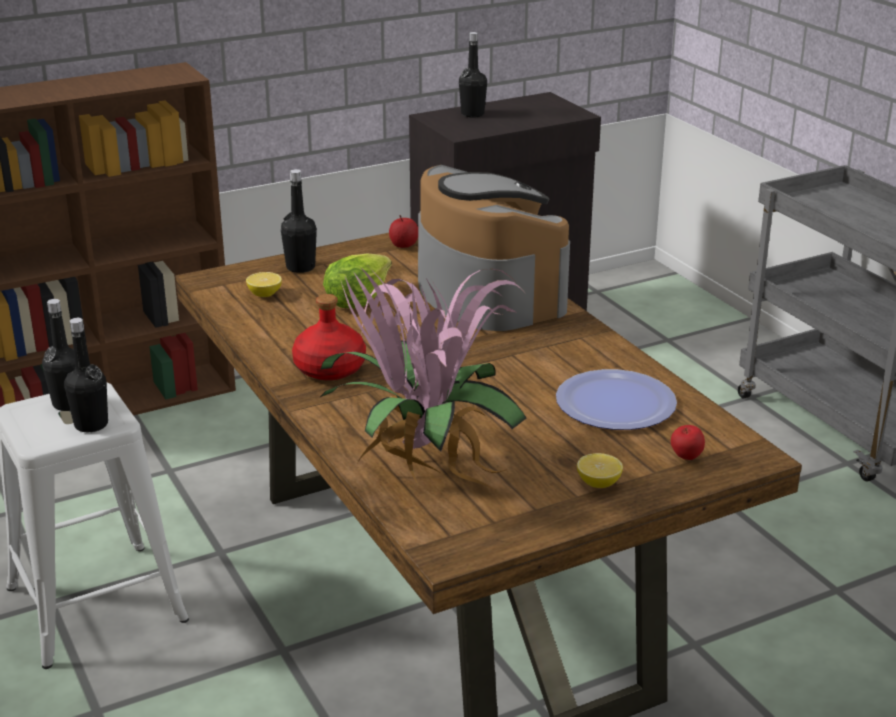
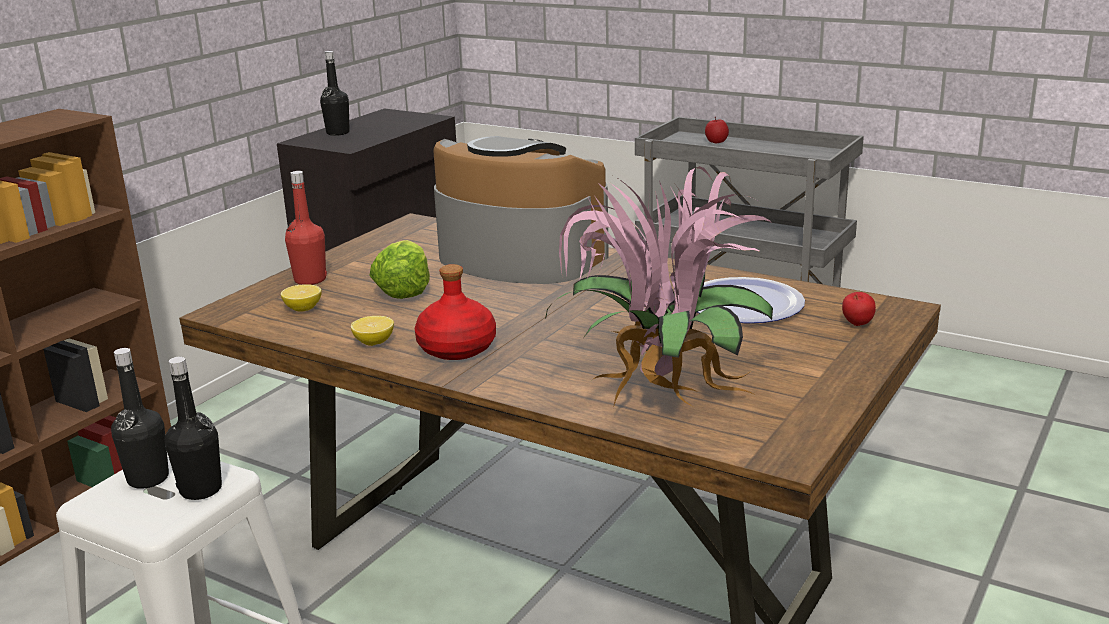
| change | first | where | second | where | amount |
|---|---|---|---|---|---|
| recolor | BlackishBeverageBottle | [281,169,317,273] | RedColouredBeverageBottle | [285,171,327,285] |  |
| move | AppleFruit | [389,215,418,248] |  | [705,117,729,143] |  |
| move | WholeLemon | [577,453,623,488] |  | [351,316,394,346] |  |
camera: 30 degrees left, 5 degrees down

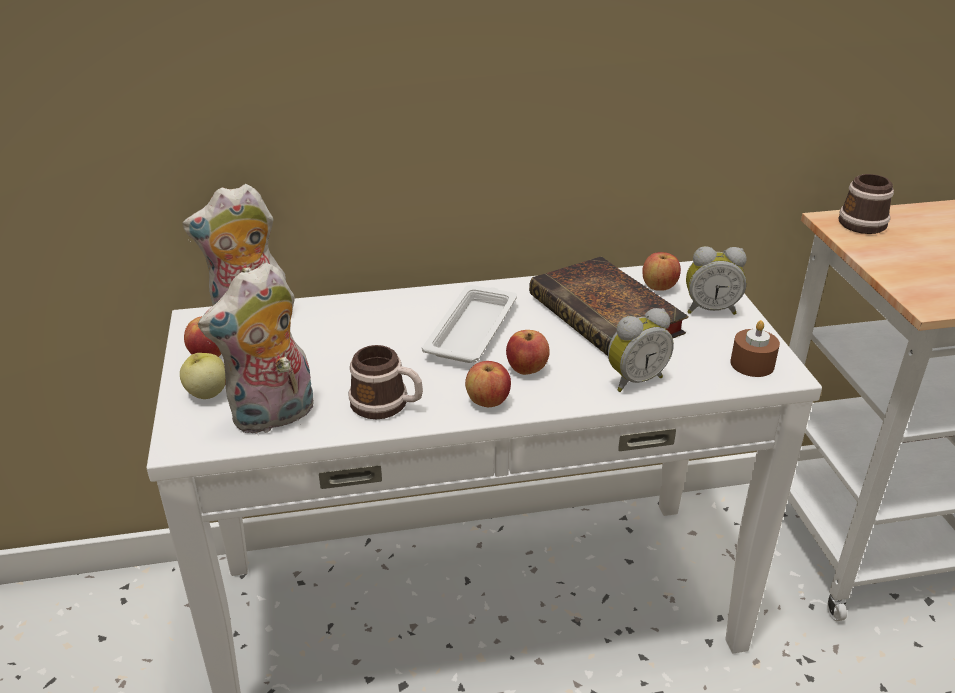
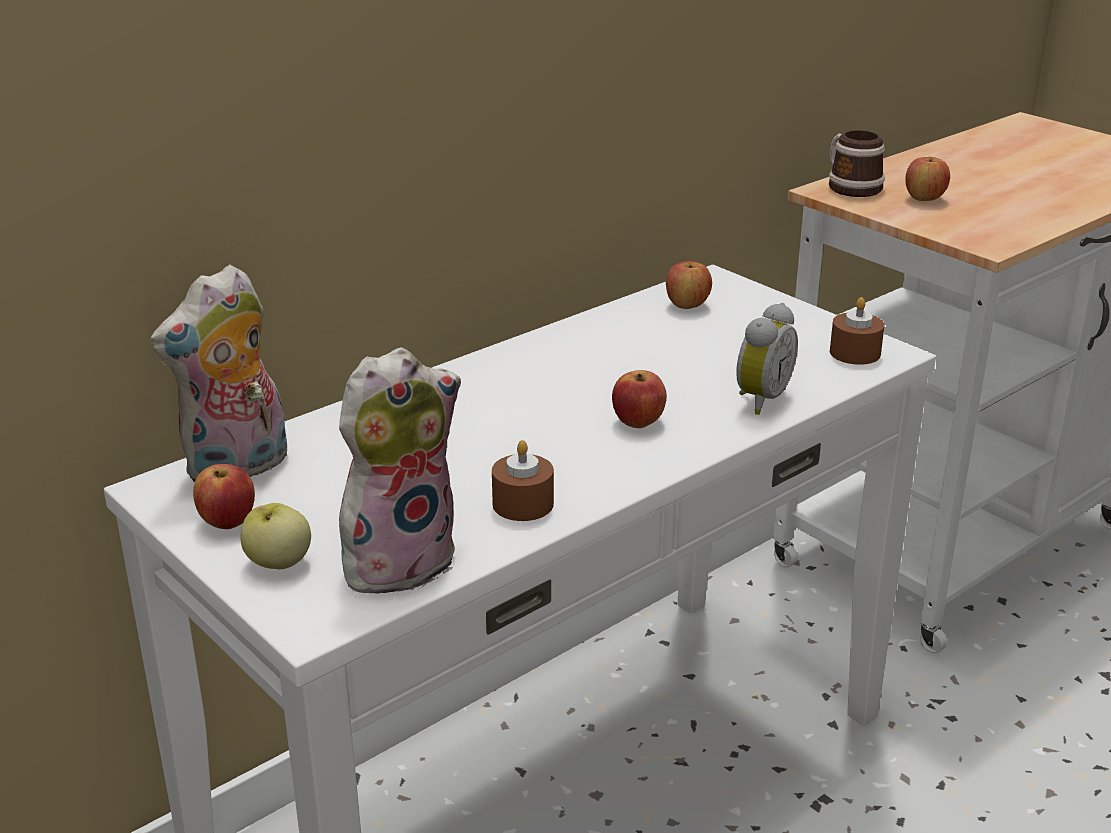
| change | first | where | second | where | amount |
|---|---|---|---|---|---|
| rotate | SoftToy | [198,263,314,434] |  | [339,347,461,599] | 150 degrees counterclockwise |
| replace | TeaMug | [348,345,423,419] | BrownishWaxCandle | [492,440,554,521] |  |
| delete | WhiteServingTray | [422,285,517,363] |  |  |  |
| move | AppleFruit | [465,361,511,407] |  | [905,157,950,201] |  |
| delete | BoundBook | [529,256,689,356] |  |  |  |
| delete | BedsideClock | [686,246,747,315] |  |  |  |
camera: 30 degrees left, 5 degrees down

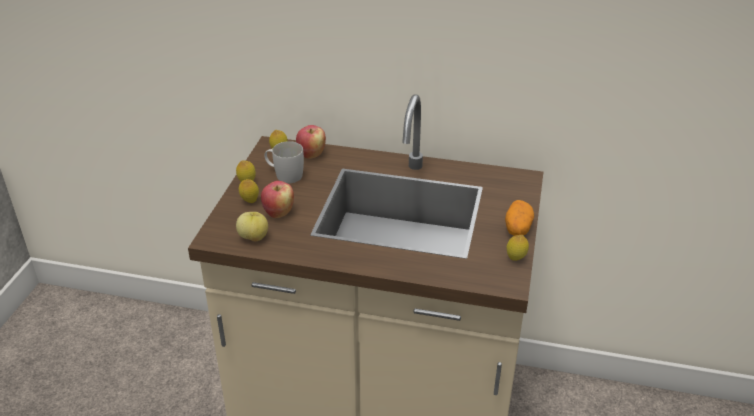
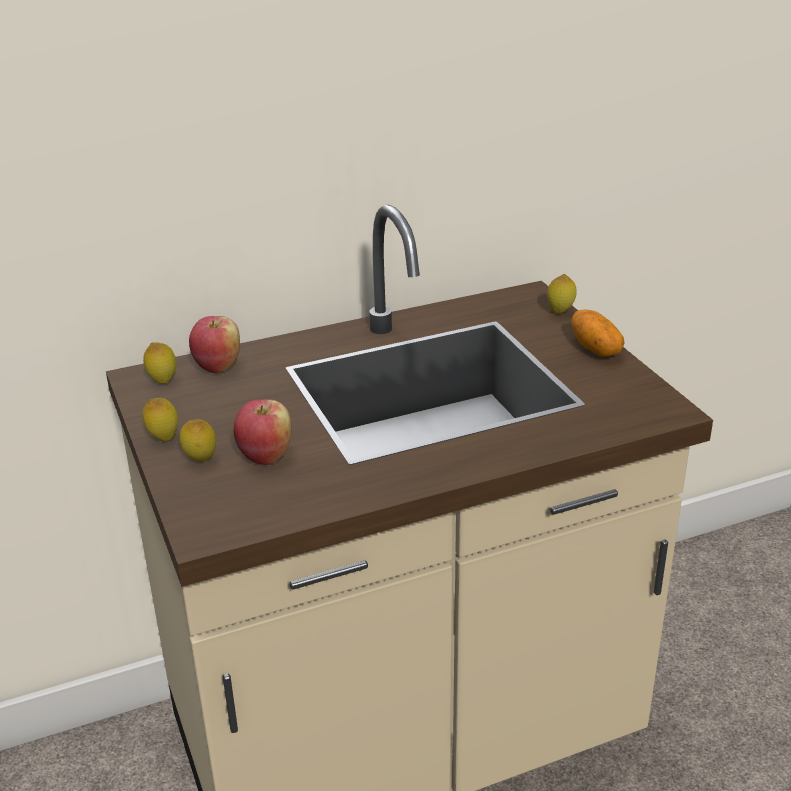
| change | first | where | second | where | amount |
|---|---|---|---|---|---|
| delete | AppleFruit | [236,212,268,241] |  |  |  |
| delete | WhiteTeaMug | [264,141,304,183] |  |  |  |
| move | WholeLemon | [506,235,529,261] |  | [547,274,577,313] |  |
camera: 35 degrees left, 5 degrees down

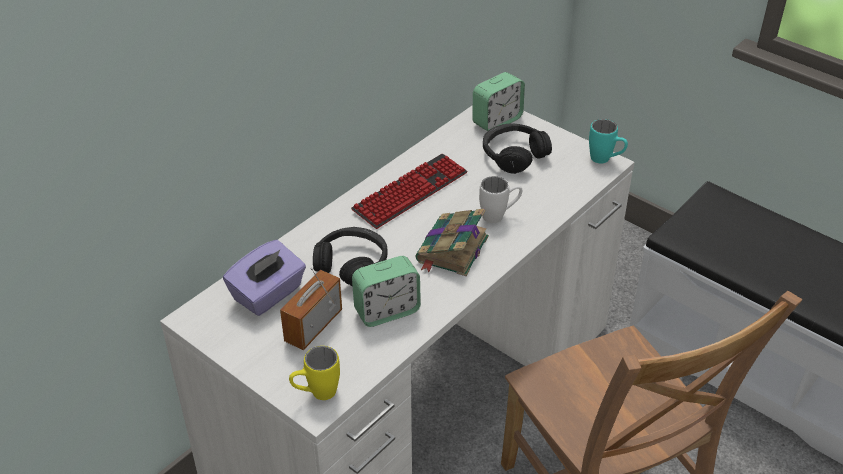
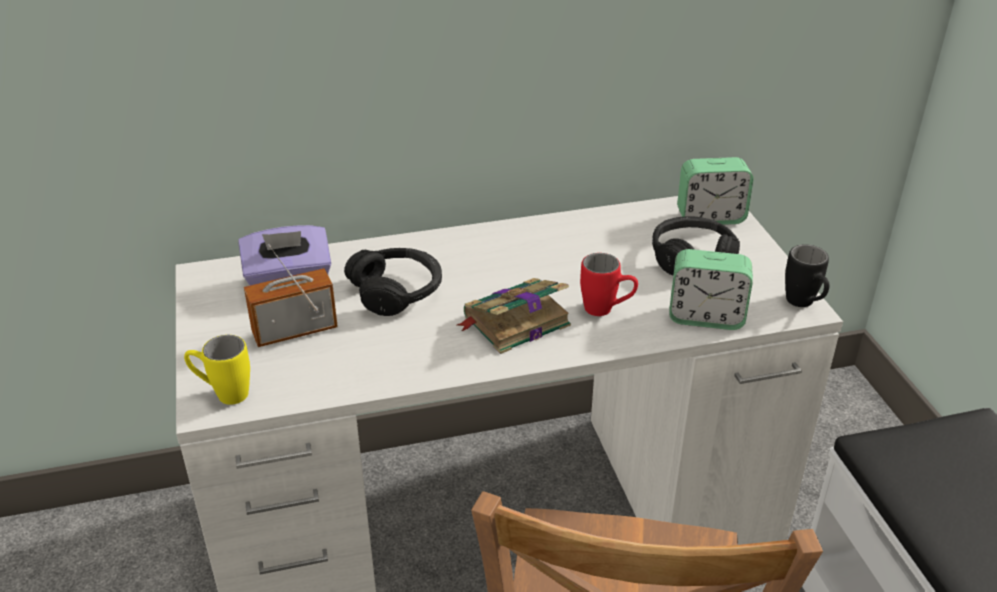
| change | first | where | second | where | amount |
|---|---|---|---|---|---|
| delete | ComputerKeyboard | [351,154,467,229] |  |  |  |
| move | BedsideClock | [352,256,421,327] |  | [669,249,753,330] |  |
| recolor | WhiteTeaMug | [479,176,522,223] | RedColouredTeaMug | [580,253,638,316] |  |
| recolor | TurquoiseColouredTeaMug | [589,119,628,163] | BlackishTeaMug | [785,245,830,307] |  |
camera: 35 degrees right, 5 degrees down

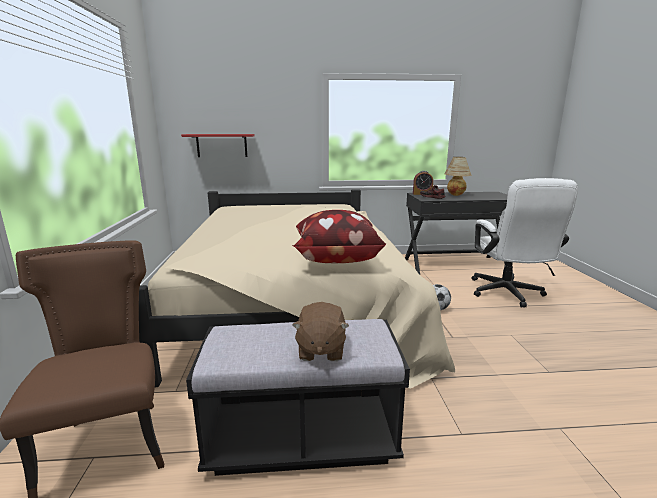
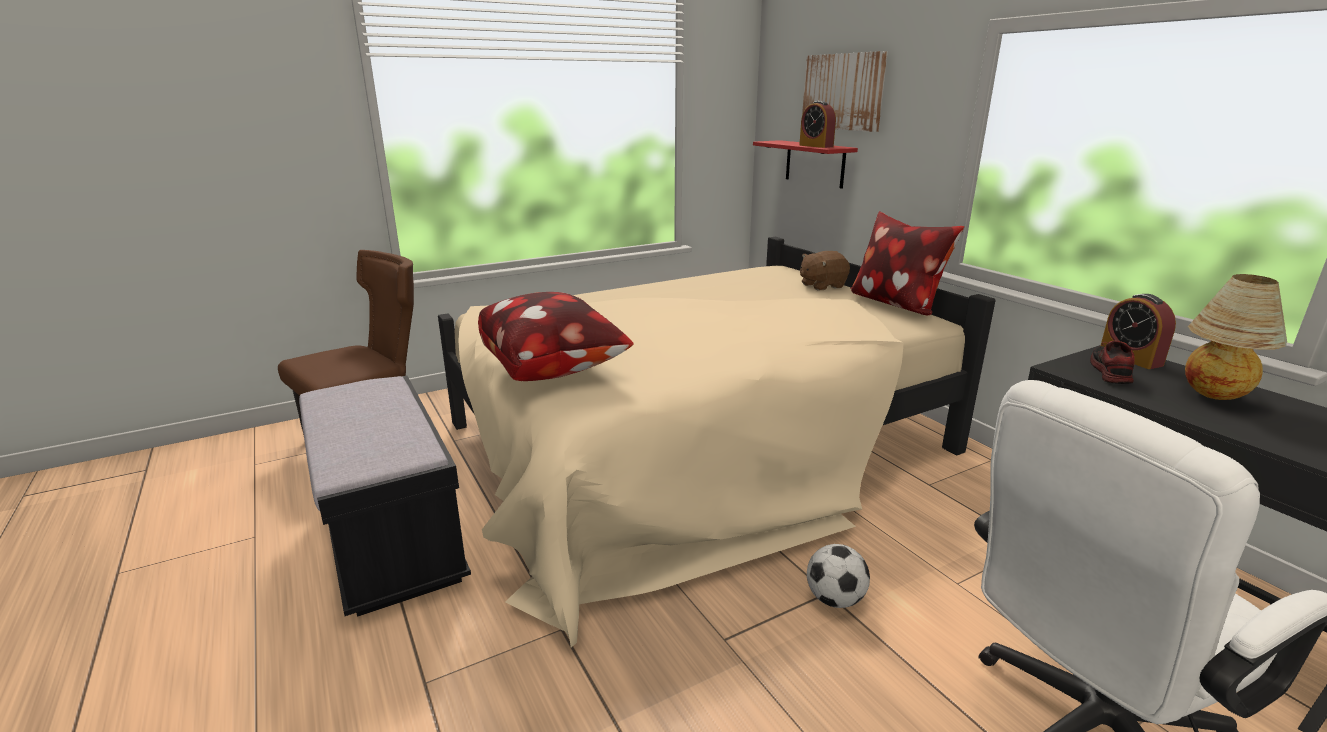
| change | first | where | second | where | amount |
|---|---|---|---|---|---|
| move | BrownishSoftToy | [292,302,349,361] |  | [800,251,850,291] |  |
| insert |  |  | BedsideClock | [799,101,836,148] |  |
| insert |  |  | WallPicture | [802,51,888,132] |  |
| insert |  |  | Pillow | [850,211,964,315] |  |
camera: 65 degrees right, 5 degrees up

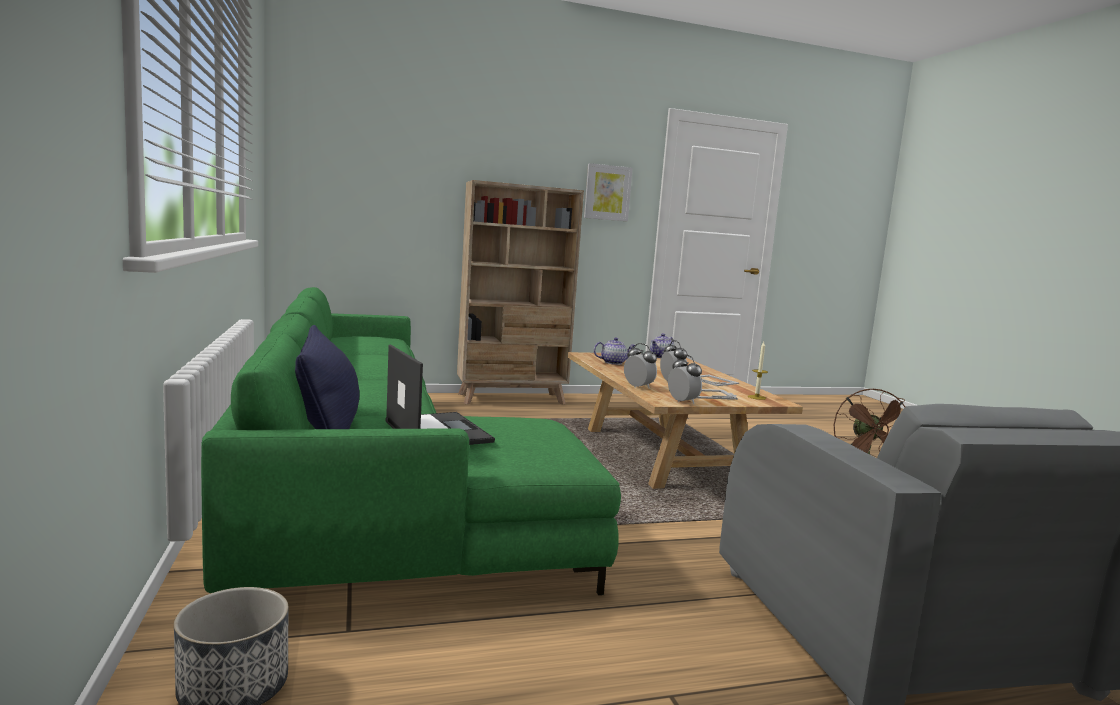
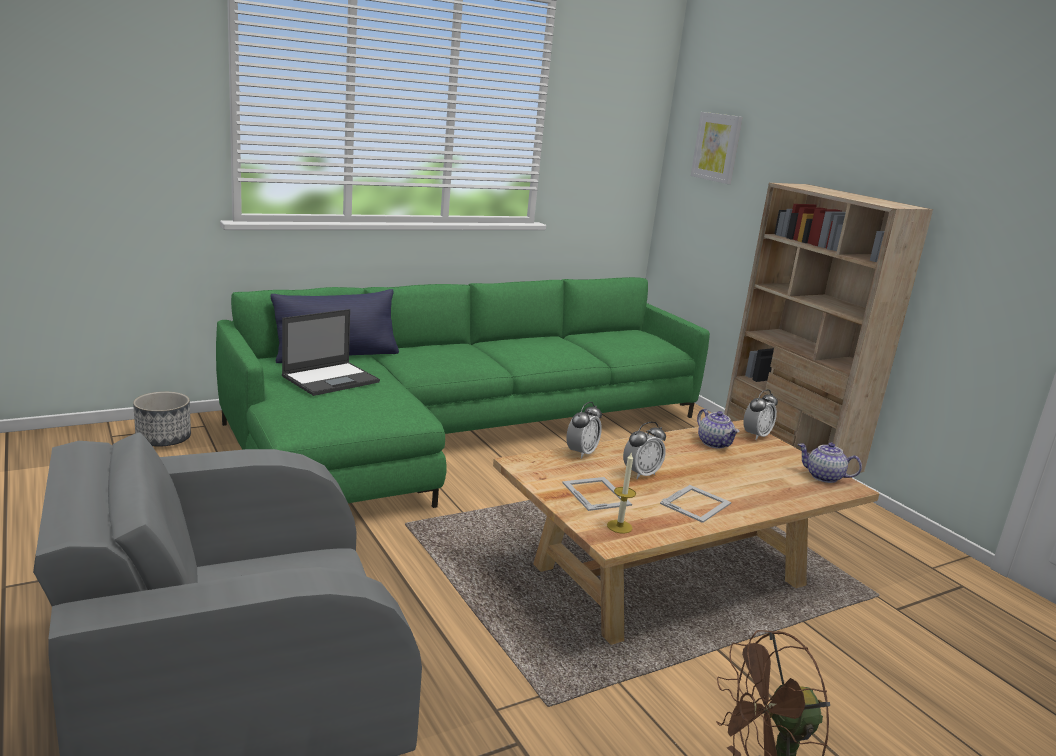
| change | first | where | second | where | amount |
|---|---|---|---|---|---|
| move | WallPicture | [584,163,633,221] |  | [691,112,743,184] |  |
| move | BedsideClock | [668,355,702,404] |  | [743,389,778,440] |  |
camera: 75 degrees right, 10 degrees up

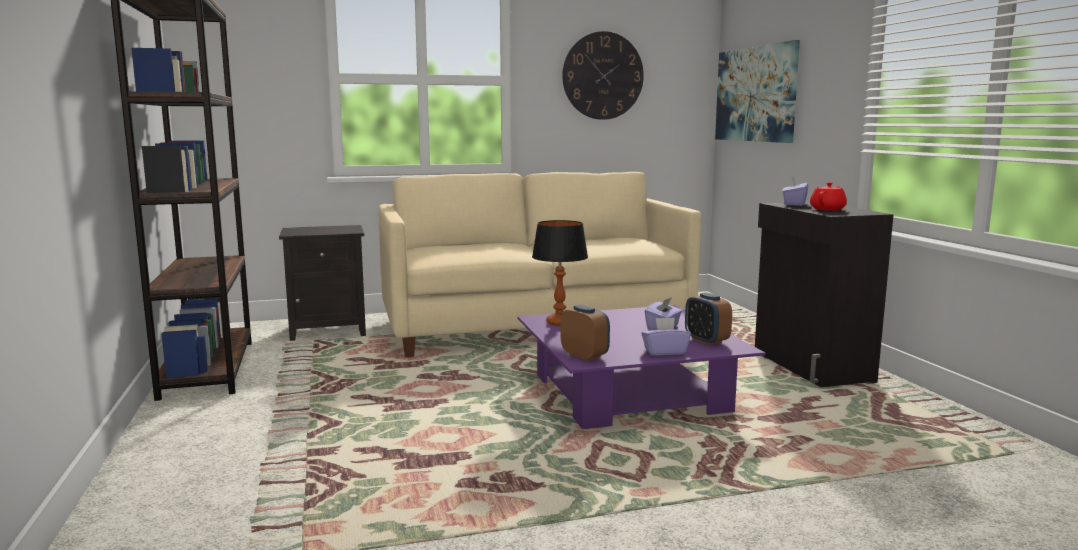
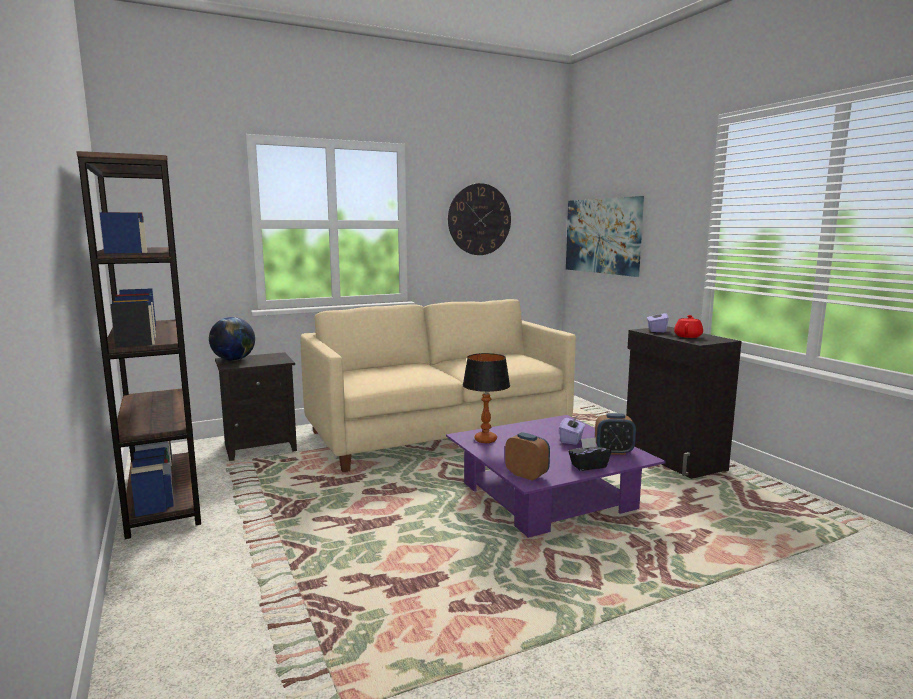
| change | first | where | second | where | amount |
|---|---|---|---|---|---|
| recolor | PurpleTissueHolder | [641,317,691,356] | BlackishTissueHolder | [569,437,611,471] |  |
| rotate | BedsideClock | [685,292,732,345] |  | [595,413,636,455] | 45 degrees counterclockwise |
| insert |  |  | WorldGlobe | [209,317,255,361] |  |
camera: 10 degrees left, 0 degrees up

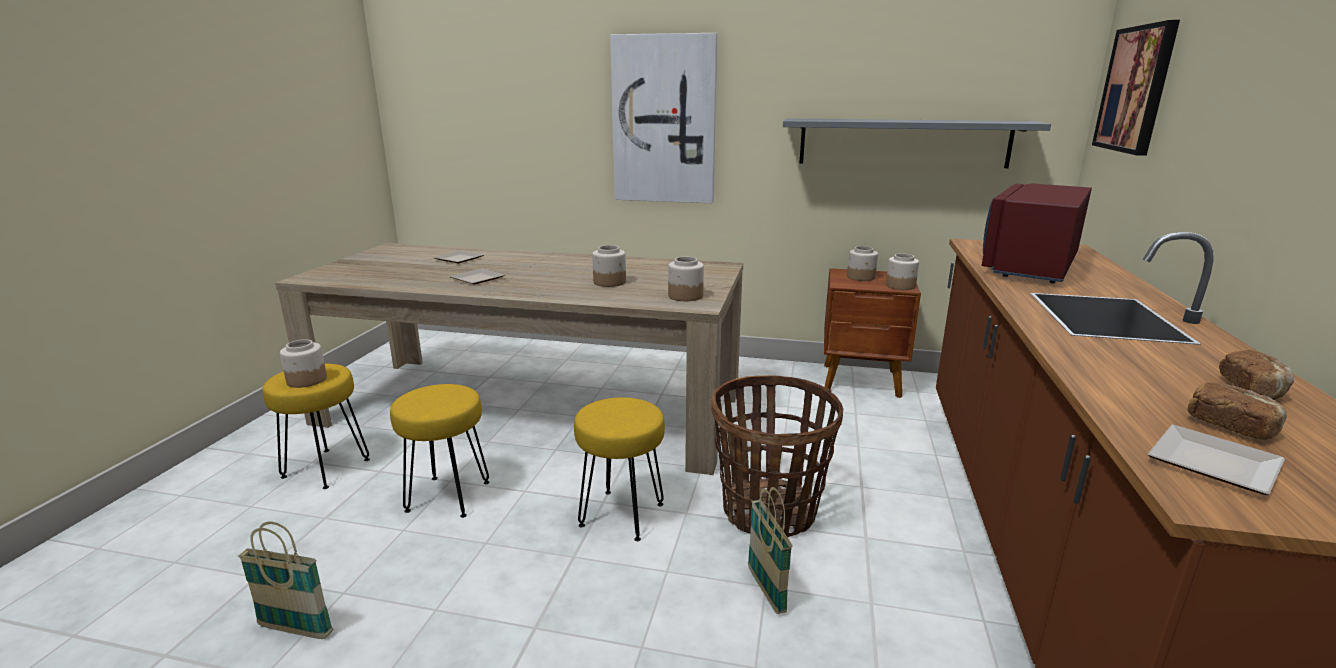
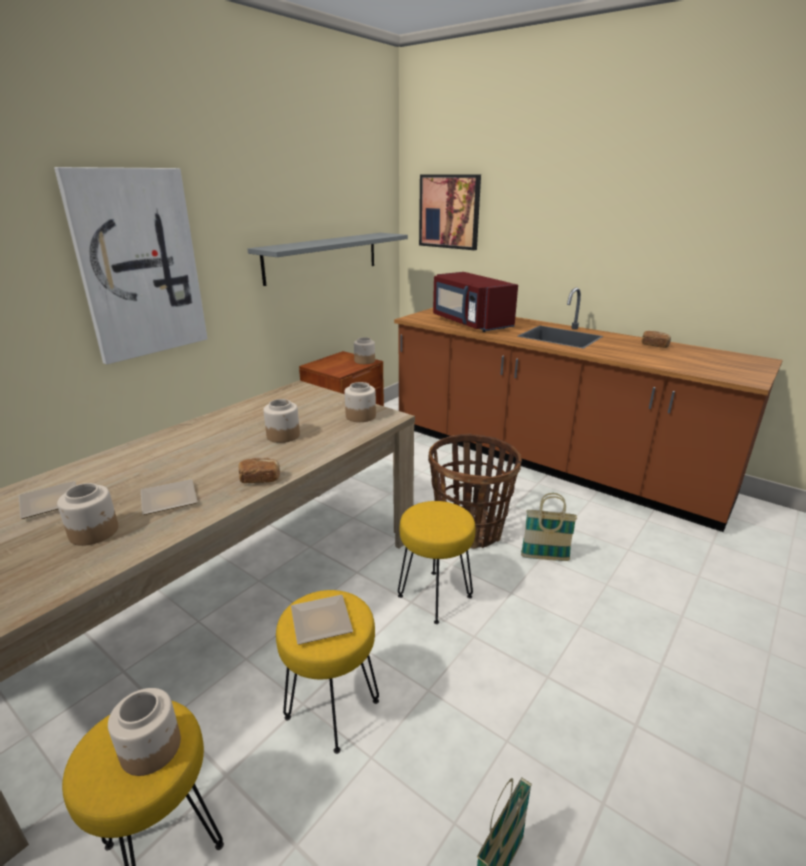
| change | first | where | second | where | amount |
|---|---|---|---|---|---|
| move | Jar | [847,246,878,281] |  | [57,483,118,546] |  |
| move | Plate | [1148,425,1285,495] |  | [291,595,353,645] |  |
| move | BakedBread | [1187,382,1287,440] |  | [238,457,280,483] |  |
camera: 65 degrees left, 5 degrees up

